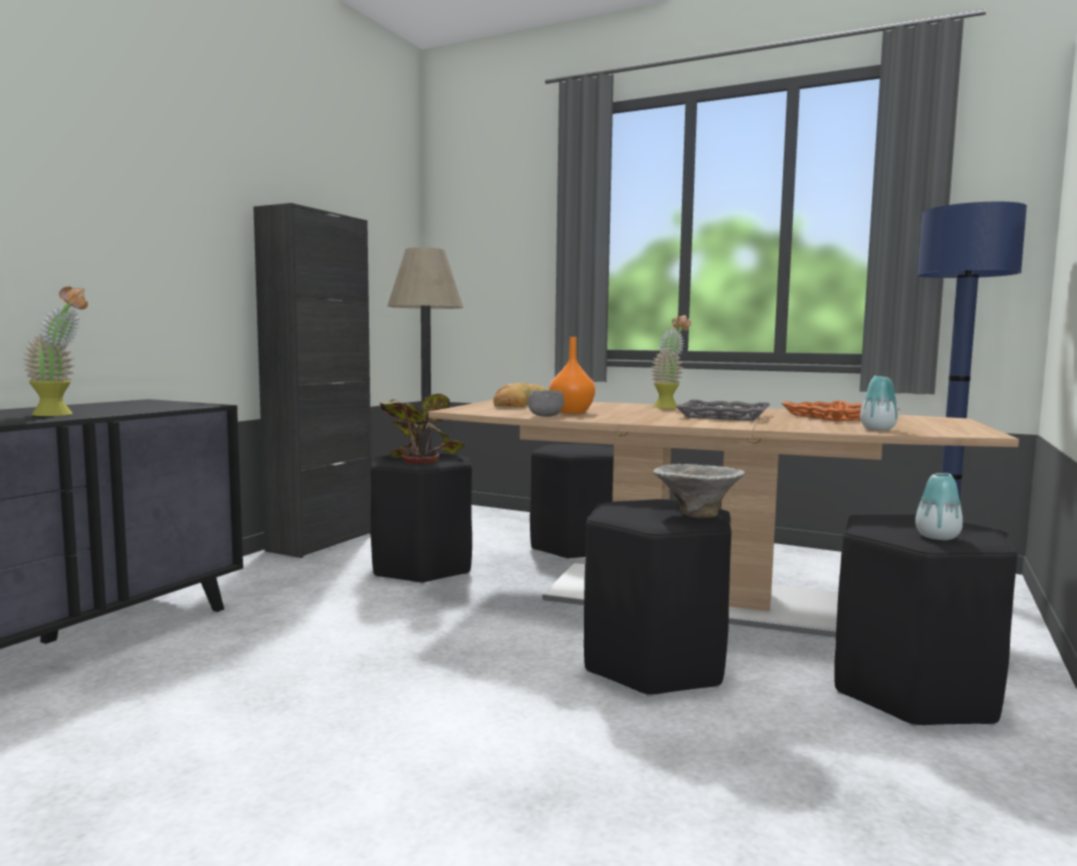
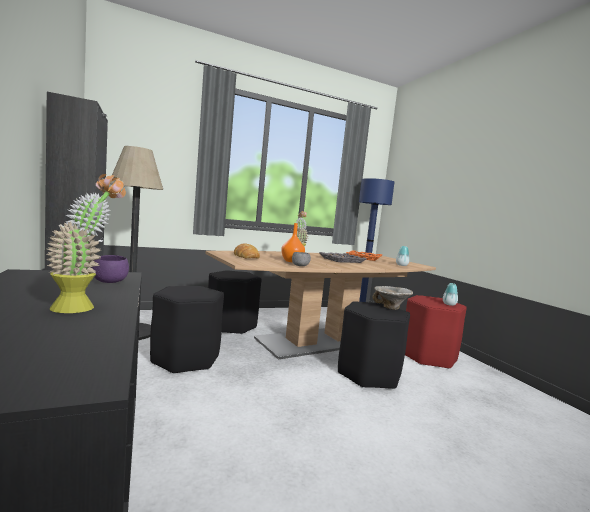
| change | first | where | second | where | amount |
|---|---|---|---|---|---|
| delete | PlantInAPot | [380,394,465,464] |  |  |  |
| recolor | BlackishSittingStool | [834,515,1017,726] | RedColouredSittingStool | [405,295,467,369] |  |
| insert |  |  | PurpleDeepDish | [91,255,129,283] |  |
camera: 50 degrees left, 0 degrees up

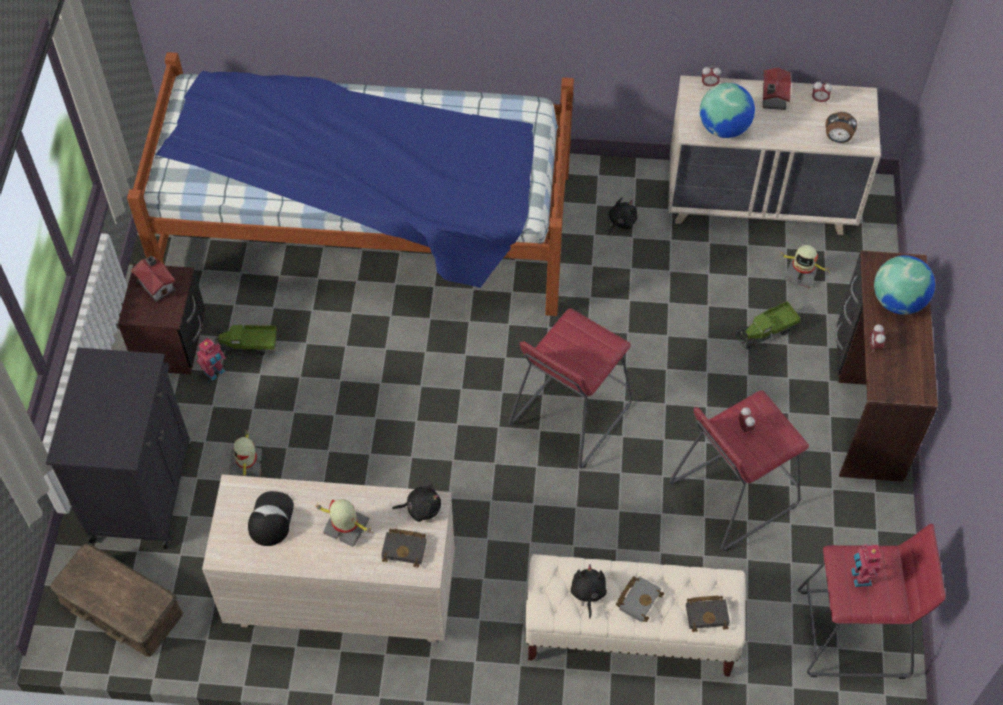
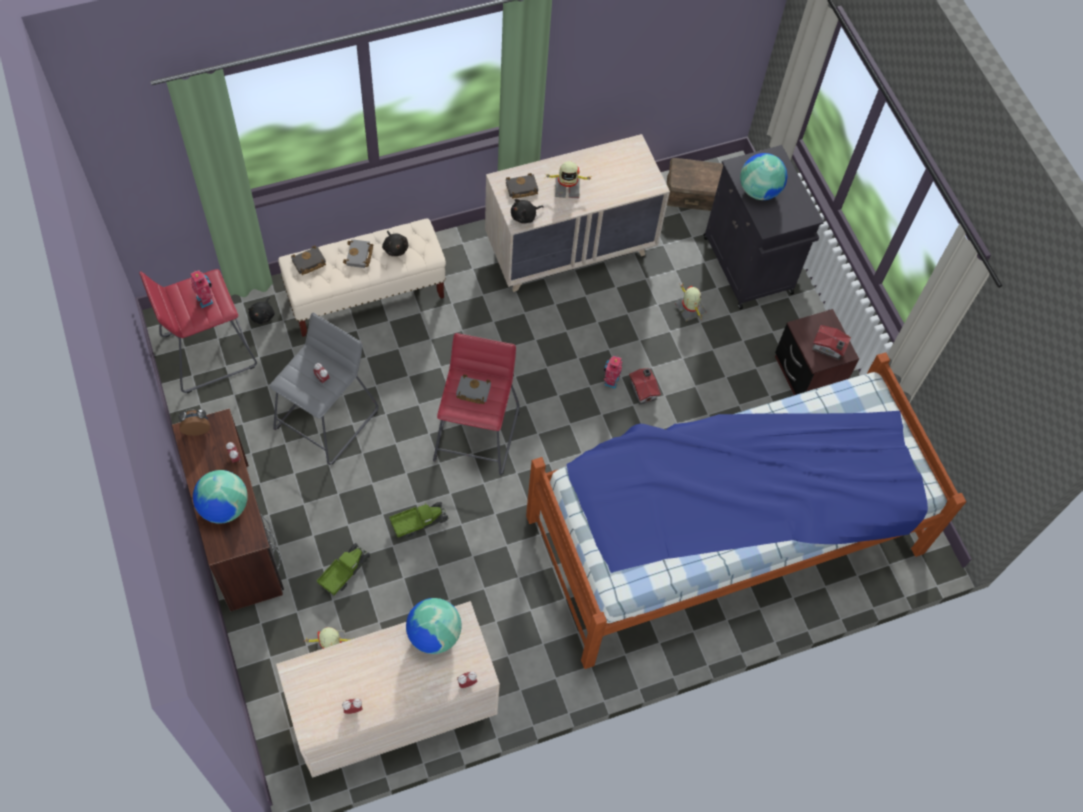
| change | first | where | second | where | amount |
|---|---|---|---|---|---|
| move | ModelRobot | [196,338,226,381] |  | [603,355,622,389] |  |
| move | ToyLorry | [214,325,277,356] |  | [389,502,449,538] |  |
| delete | Cap | [248,491,294,546] |  |  |  |
| move | BlackishSoftToy | [608,198,637,235] |  | [248,297,275,324] |  |
| recolor | RedColouredSittingStool | [669,391,809,551] | GreySittingStool | [269,313,379,465] |  |
| move | ModelHouse | [763,67,791,110] |  | [629,368,661,405] |  |
| move | BedsideClock | [825,112,857,143] |  | [178,409,210,436] |  |
| insert |  |  | GreyBoundBook | [456,374,491,404] |  |
| insert |  |  | WorldGlobe | [740,153,787,200] |  |
camera: 150 degrees right, 5 degrees up

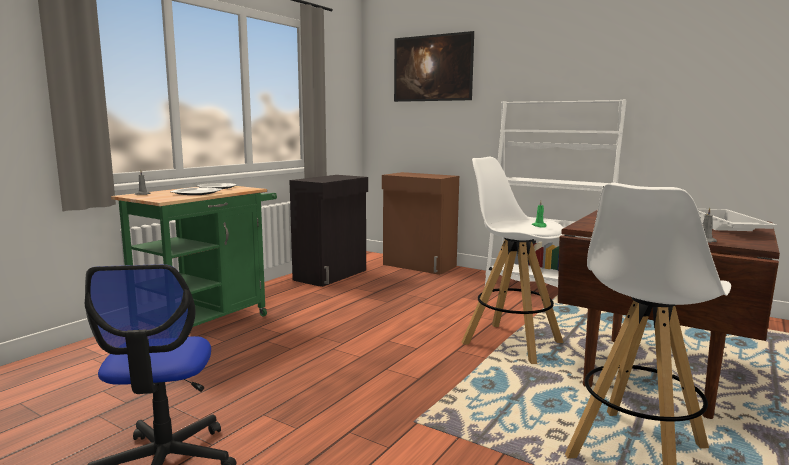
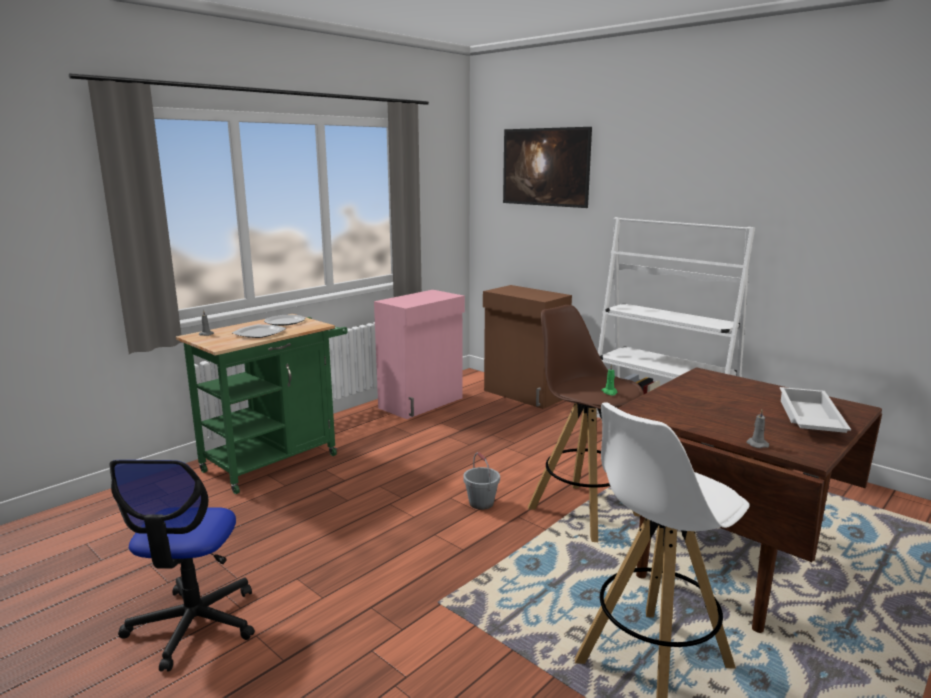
| change | first | where | second | where | amount |
|---|---|---|---|---|---|
| recolor | BlackishCabinet | [289,175,368,287] | PinkCabinet | [374,290,465,419] |  |
| recolor | WhiteSittingStool | [461,157,564,364] | BrownishSittingStool | [528,305,644,542] |  |
| insert |  |  | GreyBucket | [463,452,500,510] |  |
camera: 10 degrees right, 5 degrees up

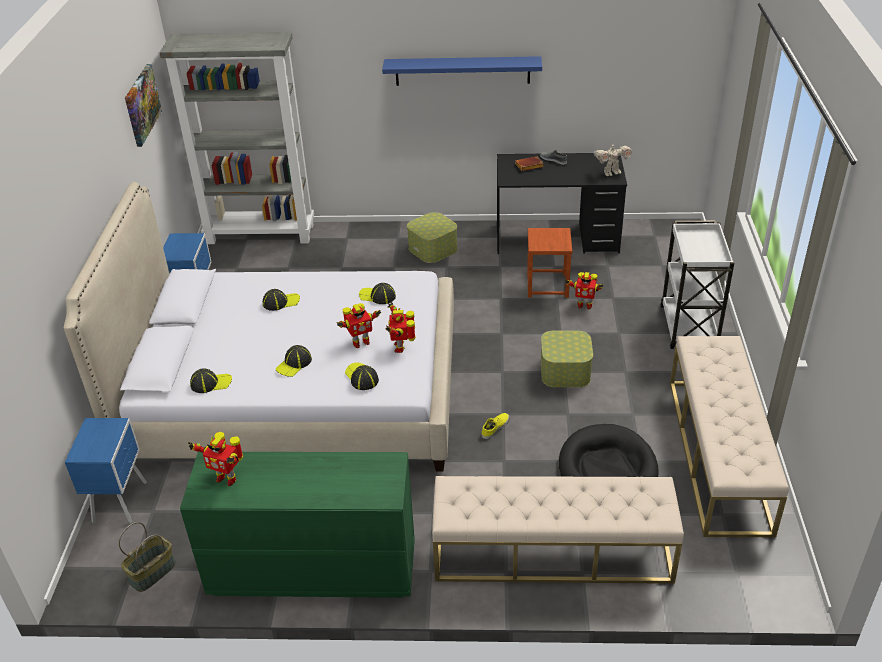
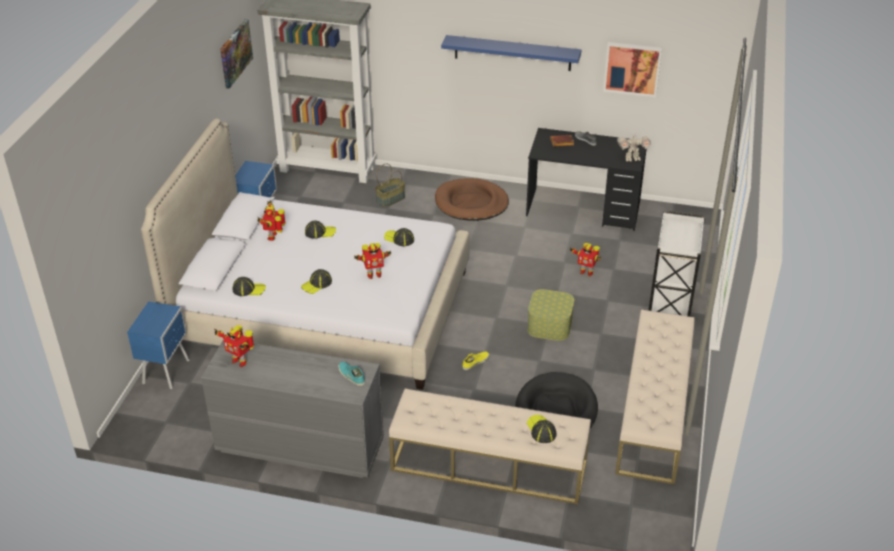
| change | first | where | second | where | amount |
|---|---|---|---|---|---|
| move | StorageBasket | [118,522,176,592] |  | [375,163,405,207] |  |
| recolor | GreenColouredChestOfDrawers | [180,452,415,598] | GreyChestOfDrawers | [201,340,384,478] |  |
| move | Cap | [345,362,379,390] |  | [527,415,556,443] |  |
| move | ModelRobot | [386,302,416,353] |  | [257,200,286,241] |  |
| replace | StorageContainer | [407,212,457,263] | BrownishDogBed | [435,178,509,221] |  |
| delete | BrownishSittingStool | [527,228,572,298] |  |  |  |
| insert |  |  | TurquoiseColouredShoe | [338,362,365,386] |  |
| insert |  |  | WallPicture | [603,42,662,97] |  |
camera: 10 degrees right, 0 degrees up

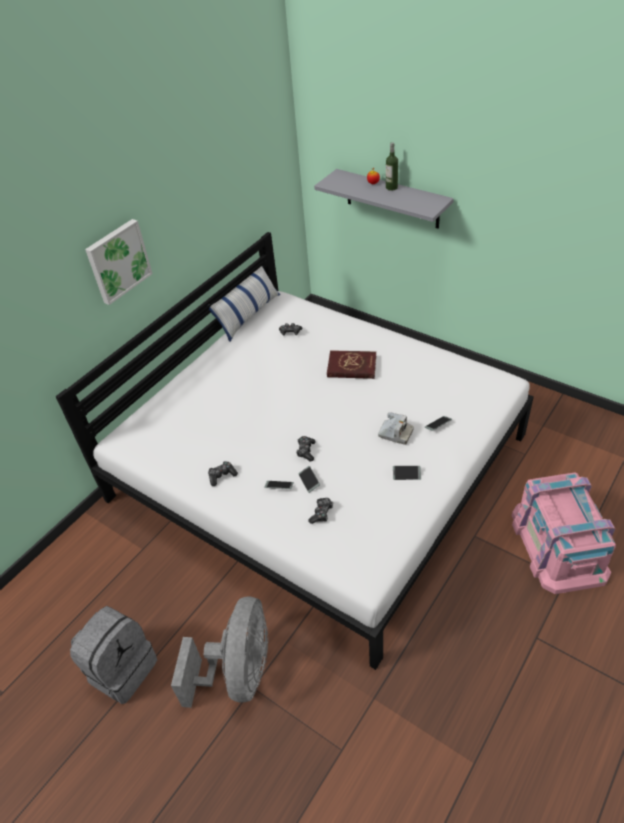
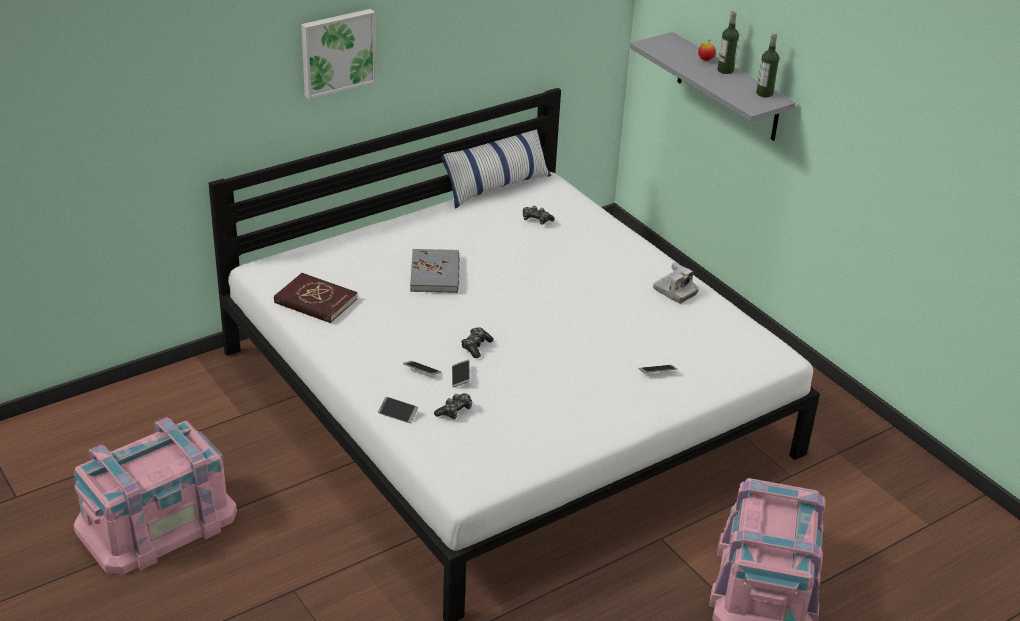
| change | first | where | second | where | amount |
|---|---|---|---|---|---|
| replace | GreyBackpack | [70,606,157,704] | PinkStorageContainer | [74,417,237,575] |  |
| delete | GreyElectricFan | [171,596,268,708] |  |  |  |
| delete | GameController | [208,461,238,486] |  |  |  |
| move | RedColouredBoundBook | [327,350,376,379] |  | [274,273,357,323] |  |
| move | PhotoCamera | [378,412,414,445] |  | [653,262,699,304] |  |
| move | Telephone | [393,466,421,480] |  | [378,397,418,423] |  |
| insert |  |  | GreyBoundBook | [410,249,460,293] |  |
| insert |  |  | BeverageBottle | [756,33,779,97] |  |
camera: 15 degrees right, 10 degrees down

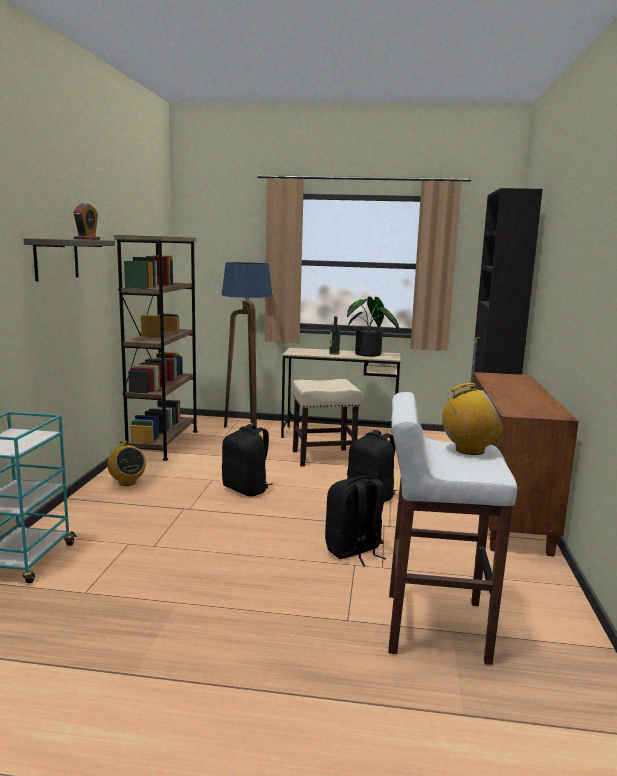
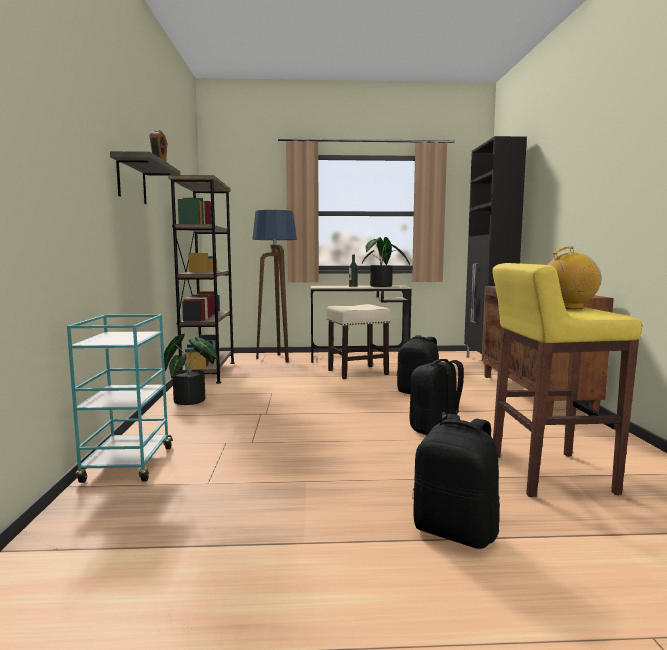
| change | first | where | second | where | amount |
|---|---|---|---|---|---|
| replace | Radio | [107,441,146,486] | PlantInAPot | [164,334,218,405] |  |
| move | BlackishBackpack | [222,424,273,497] |  | [413,414,500,549] |  |
| recolor | WhiteSittingStool | [388,392,517,665] | YellowSittingStool | [492,263,642,497] |  |
camera: 10 degrees left, 5 degrees down

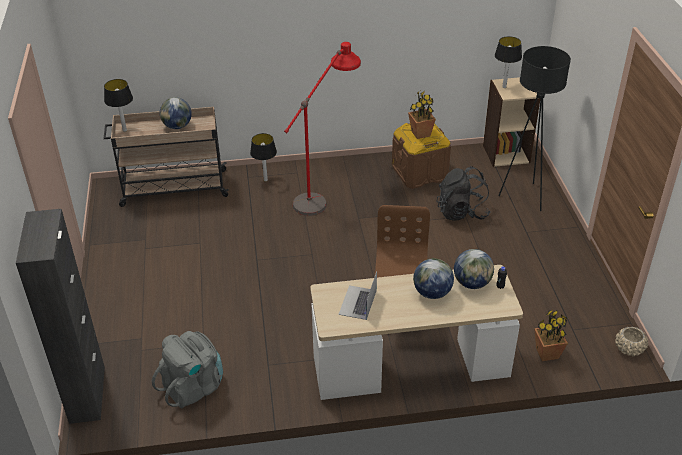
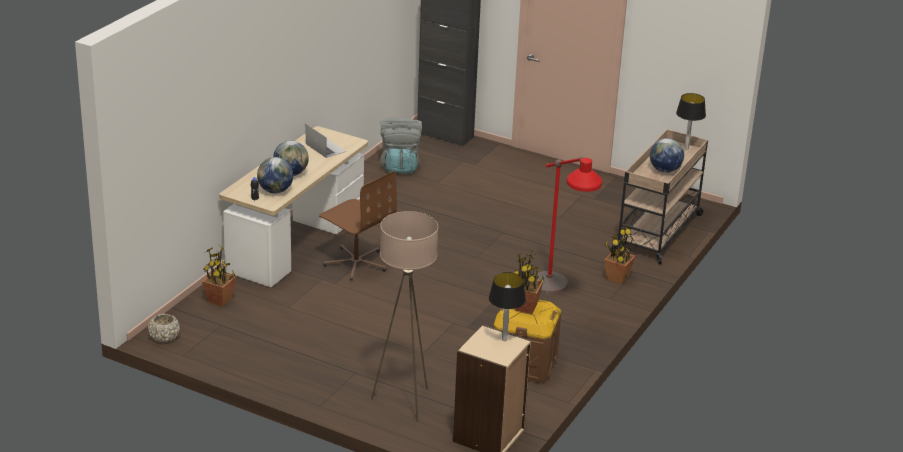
| change | first | where | second | where | amount |
|---|---|---|---|---|---|
| replace | TabletopLamp | [250,133,277,182] | PlantInAPot | [604,225,635,284] |  |
| delete | BlackishBackpack | [436,166,491,221] |  |  |  |
| recolor | BlackishStandardLamp | [498,46,571,211] | BeigeColouredStandardLamp | [371,211,438,422] |  |
camera: 125 degrees right, 10 degrees down

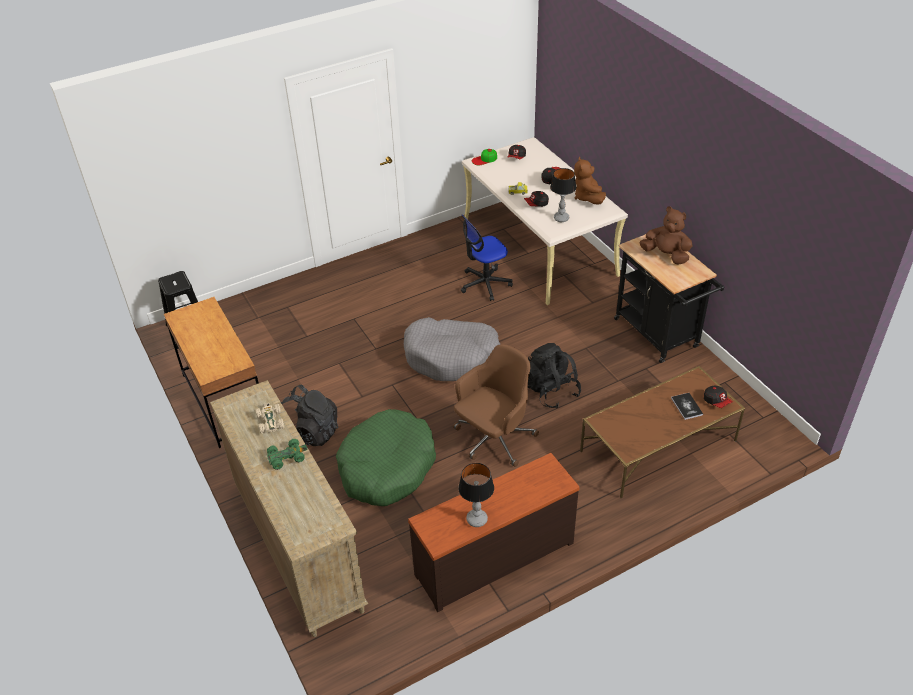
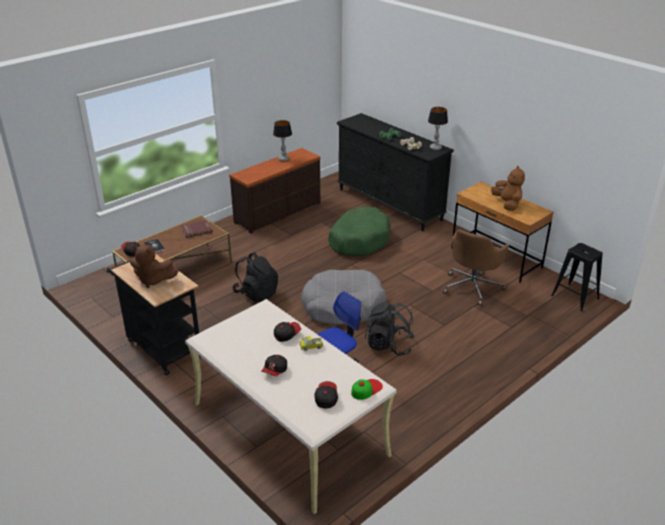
| change | first | where | second | where | amount |
|---|---|---|---|---|---|
| recolor | BeigeColouredChestOfDrawers | [210,380,368,637] | BlackishChestOfDrawers | [337,113,454,231] |  |
| move | BlackishBackpack | [281,385,338,446] |  | [365,302,415,355] |  |
| move | BrownishOfficeChair | [453,344,539,467] |  | [443,230,509,306] |  |
| move | TabletopLamp | [550,168,576,222] |  | [428,107,448,150] |  |
| move | BrownishSoftToy | [574,157,606,205] |  | [491,166,525,211] |  |
| insert |  |  | RedColouredBoundBook | [180,220,213,238] |  |
camera: 165 degrees right, 10 degrees down

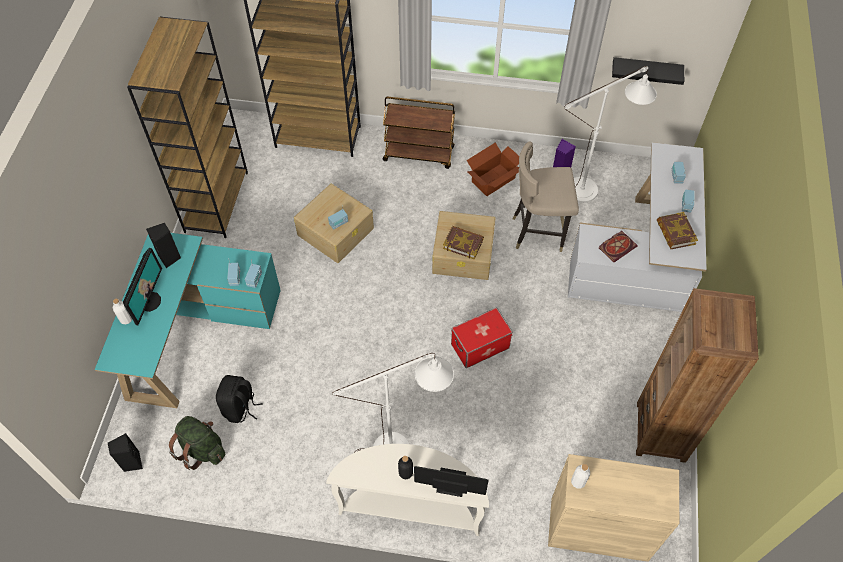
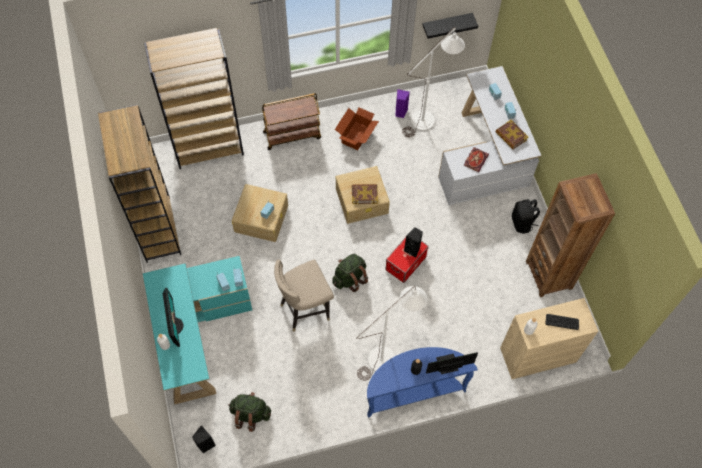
| change | first | where | second | where | amount |
|---|---|---|---|---|---|
| move | BlackishLoudspeaker | [146,223,181,268] |  | [404,227,423,257] |  |
| move | BlackishBackpack | [216,375,263,423] |  | [512,199,540,234] |  |
| recolor | WhiteNarrowTable | [326,444,489,536] | BlueNarrowTable | [367,347,478,418] |  |
| move | BeigeColouredSittingStool | [512,141,579,252] |  | [274,259,334,332] |  |
| insert |  |  | GreenColouredBackpack | [332,254,368,292] |  |
| insert |  |  | ComputerKeyboard | [545,314,579,330] |  |
camera: 25 degrees left, 5 degrees up

